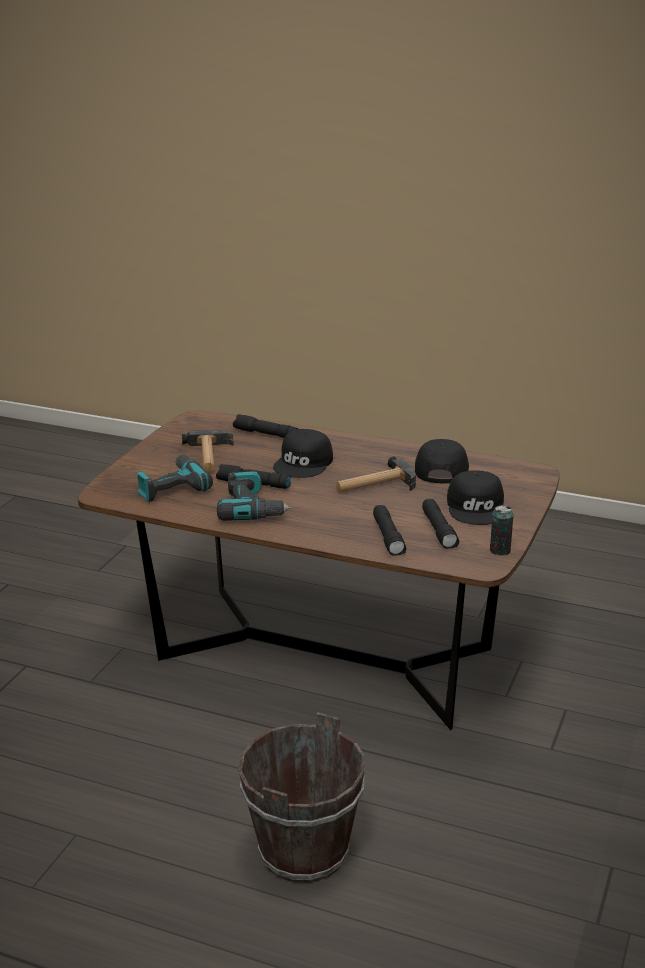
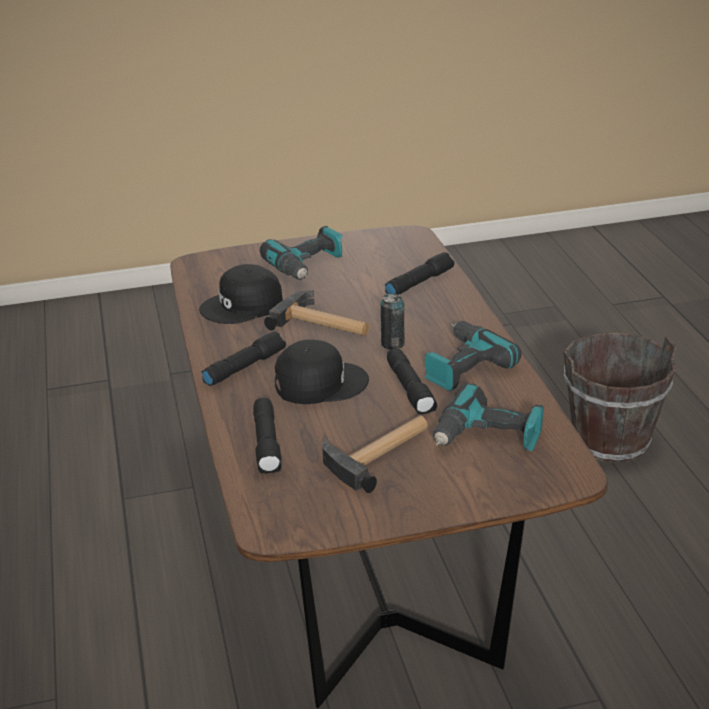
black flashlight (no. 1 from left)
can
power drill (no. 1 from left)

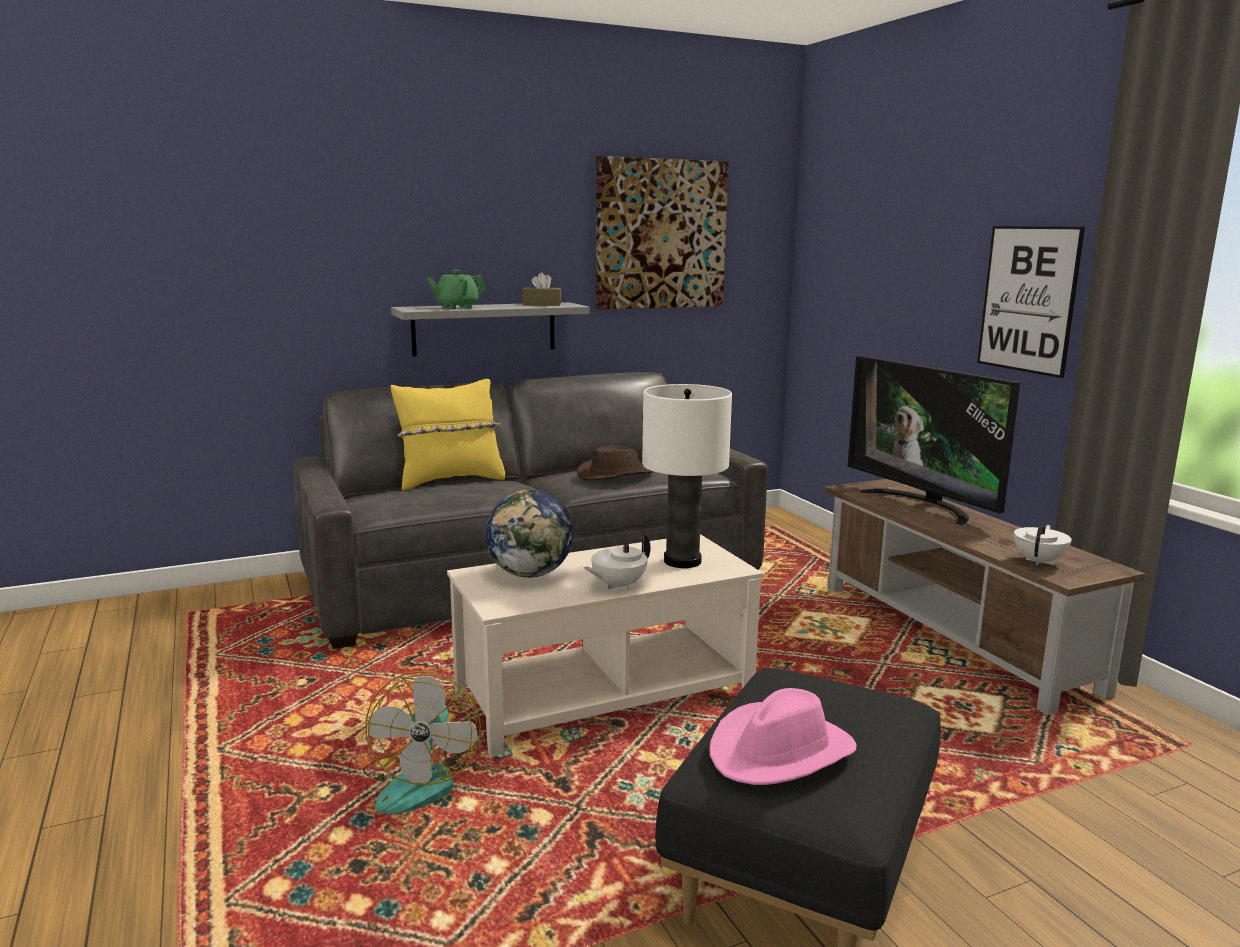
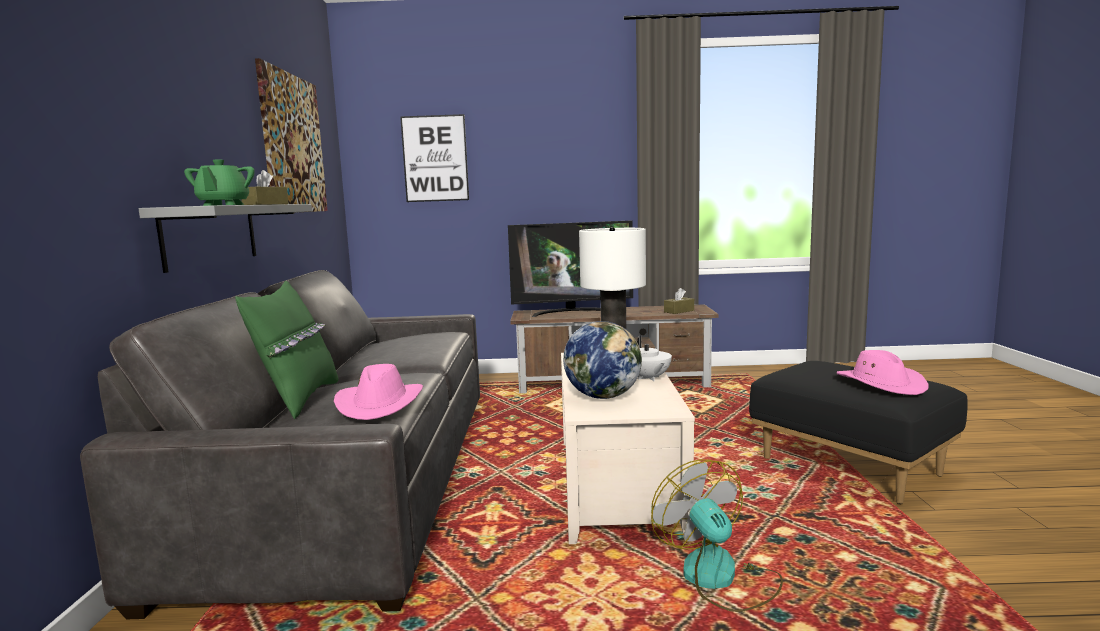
brown hat
pink hat (no. 1 from left)
picture (no. 2 from left)
brown tissue box (no. 2 from left)
green pillow
fan

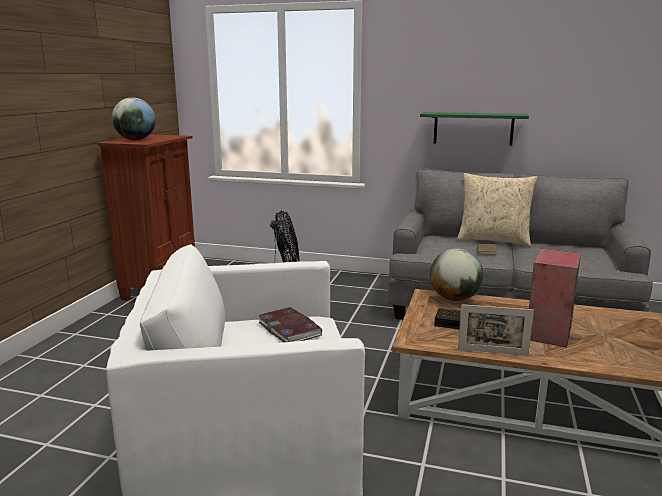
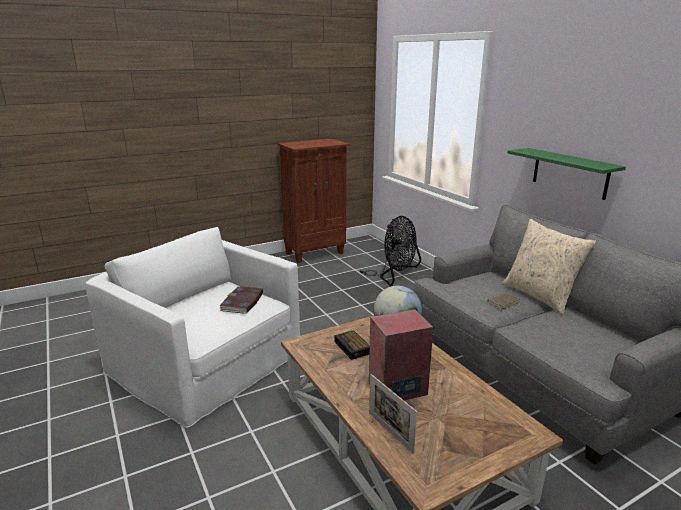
globe (no. 1 from left in the first image)
picture frame

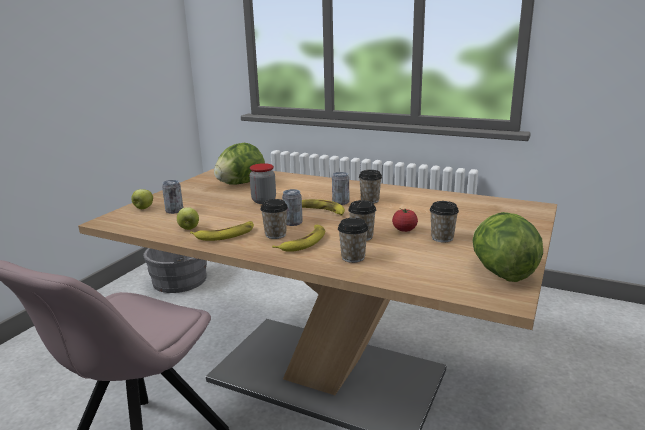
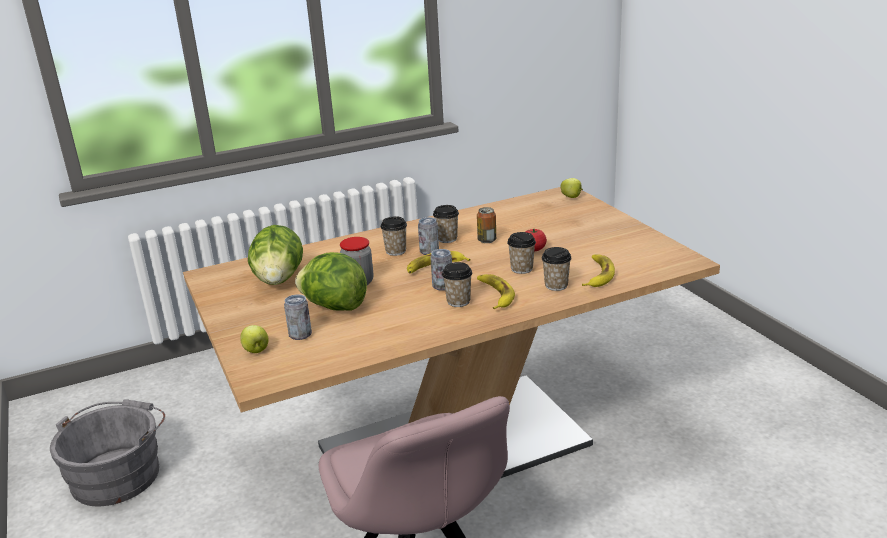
can (no. 4 from left)
apple (no. 2 from left)
banana (no. 3 from left)
cup (no. 1 from left)
lettuce (no. 2 from left)

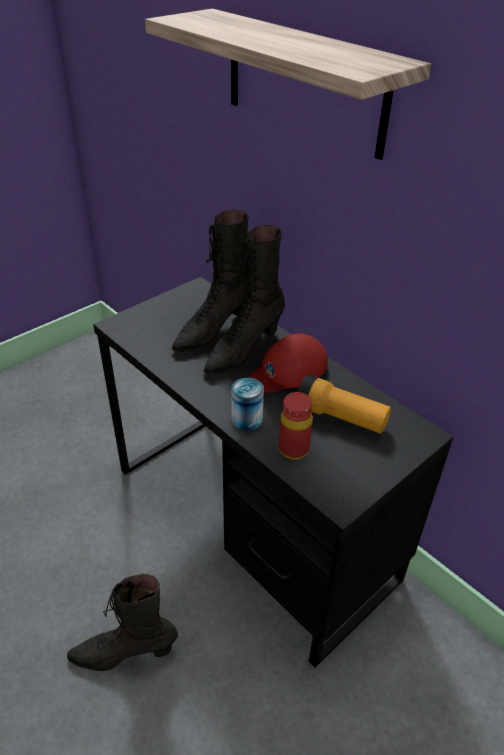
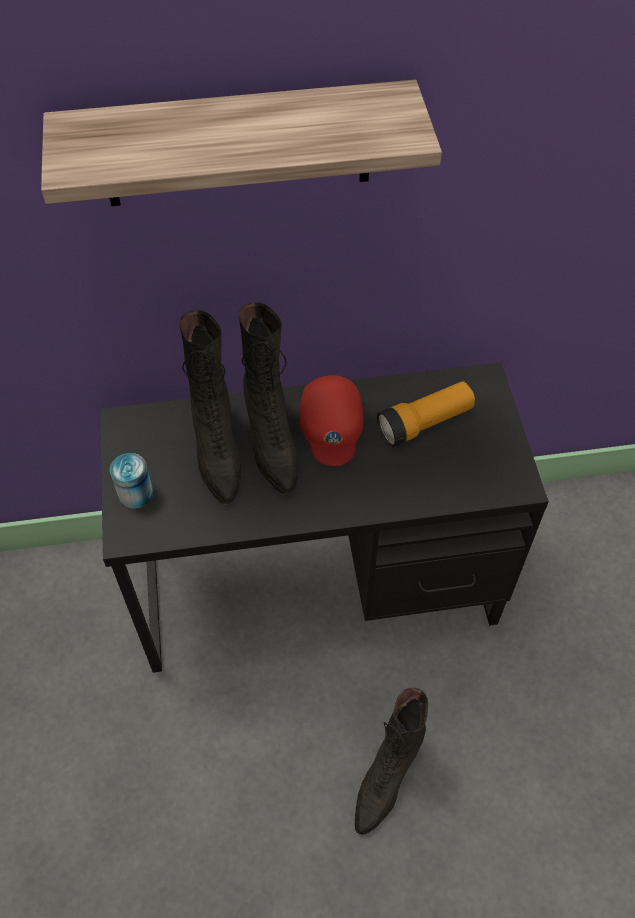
red bottle
can

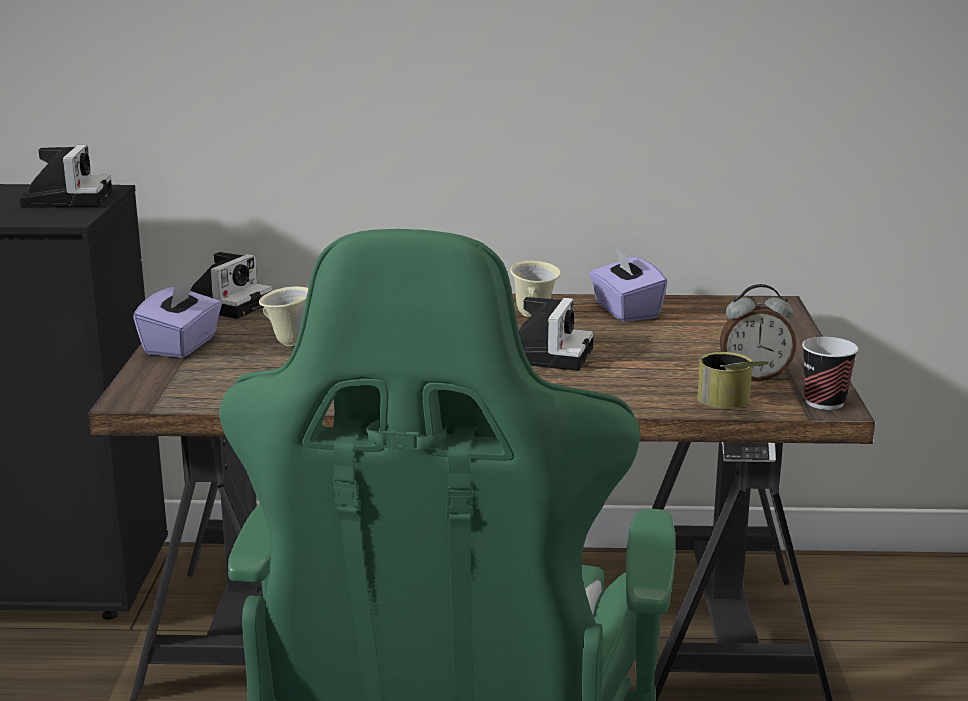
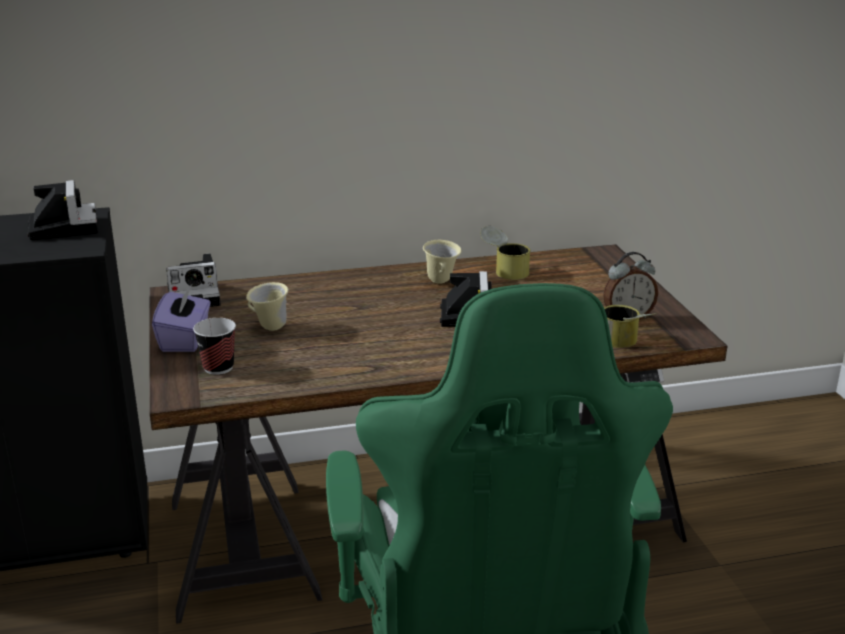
cup
can (no. 1 from left)
photo camera (no. 2 from left)

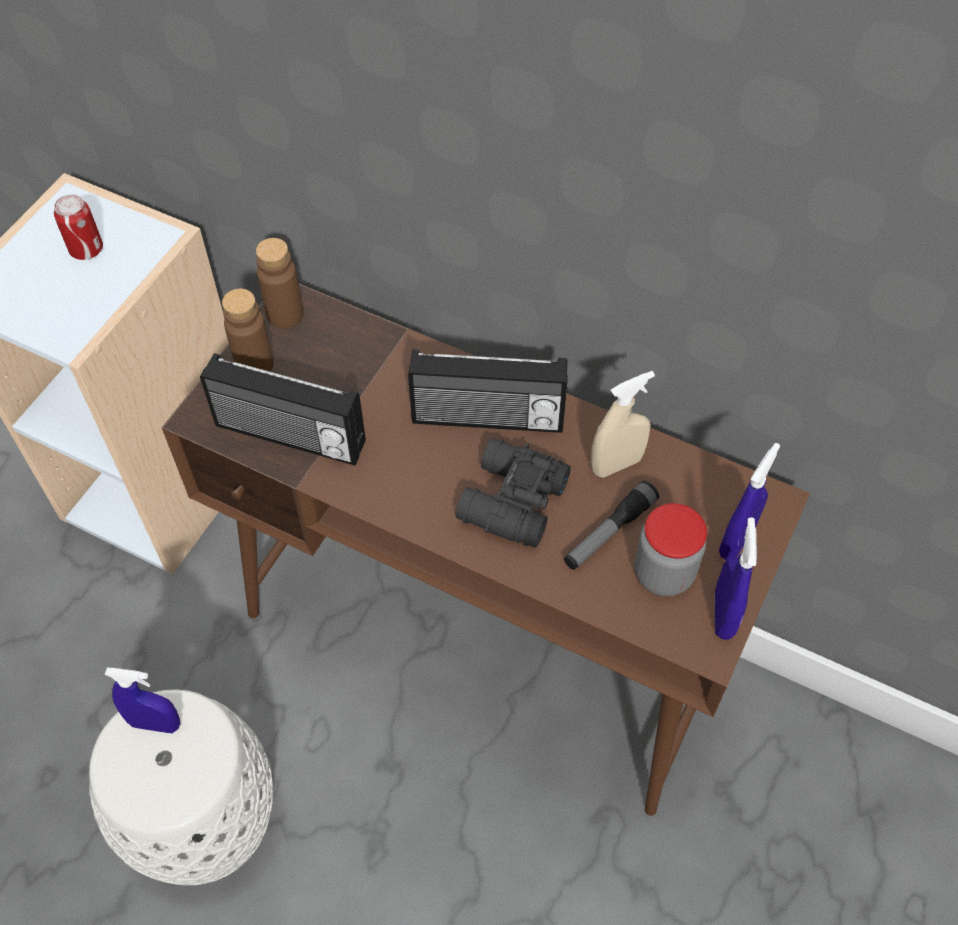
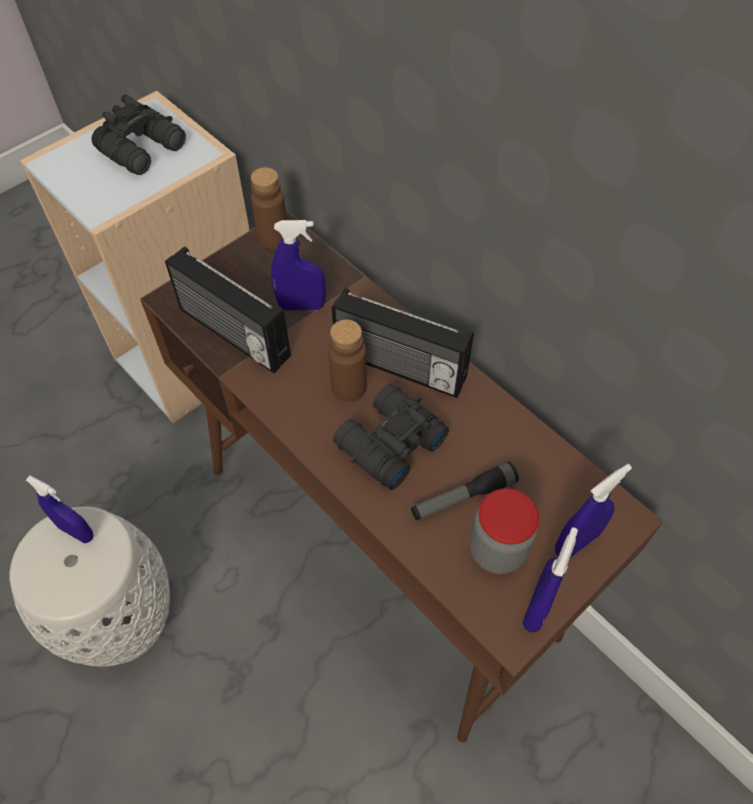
beige spray bottle
blue spray bottle (no. 2 from left)
brown bottle (no. 2 from left)
black binoculars (no. 1 from left)

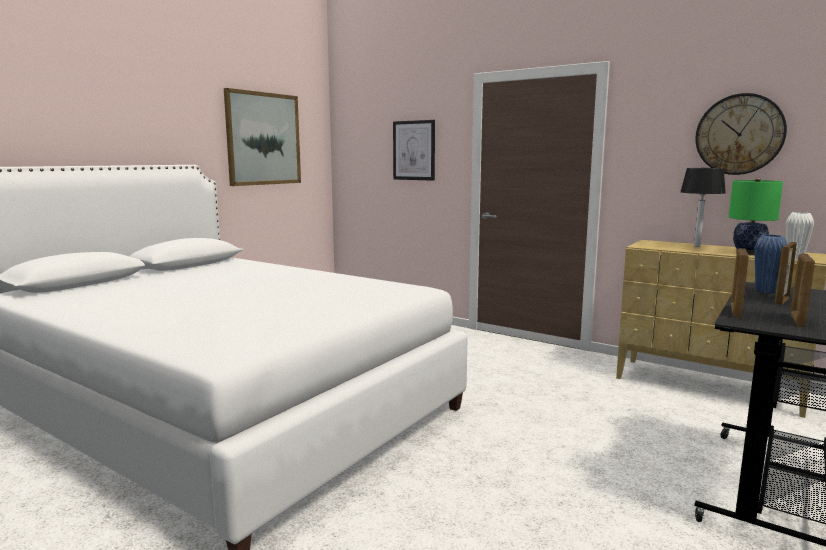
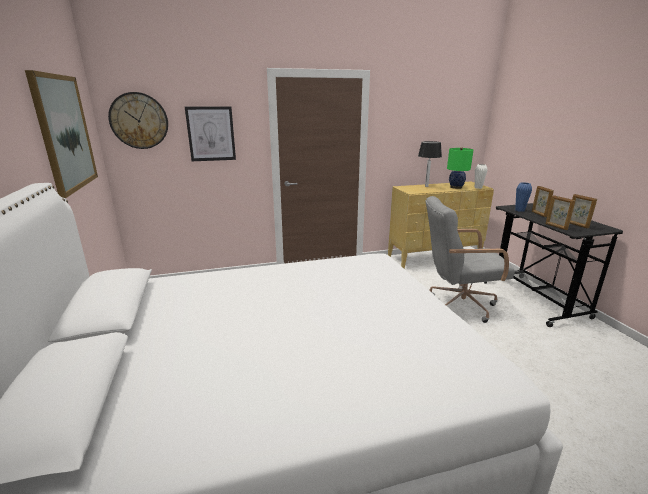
grey office chair
wall clock

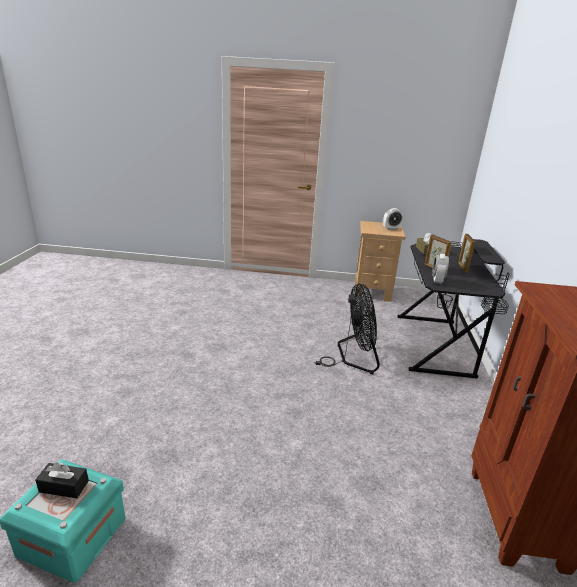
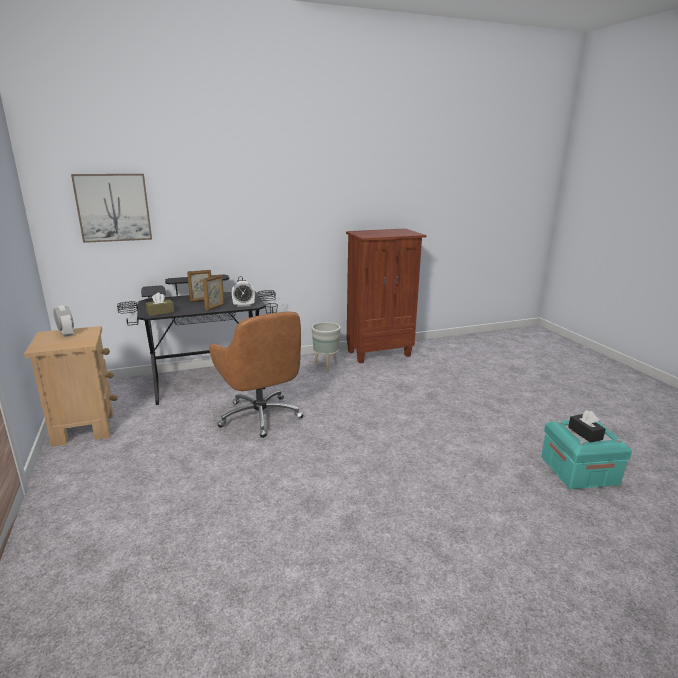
picture
grey planter
brown office chair

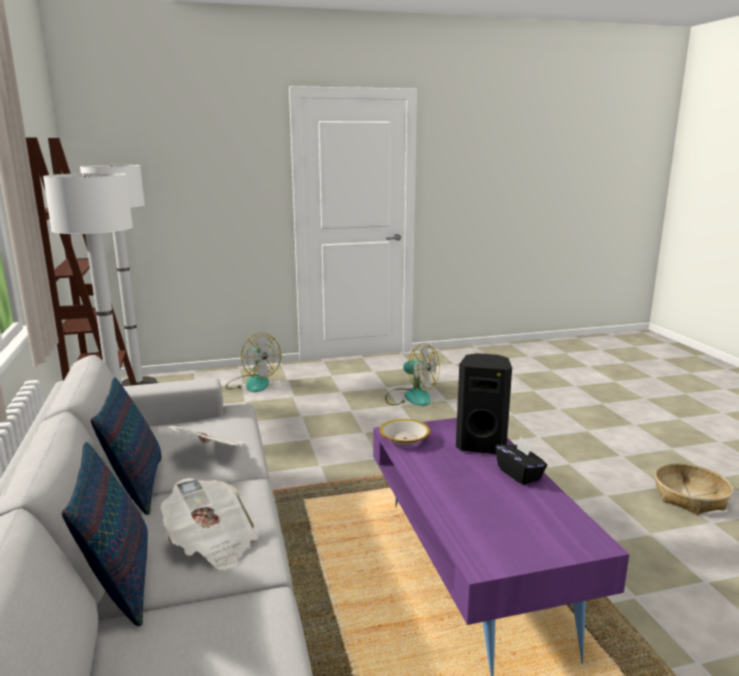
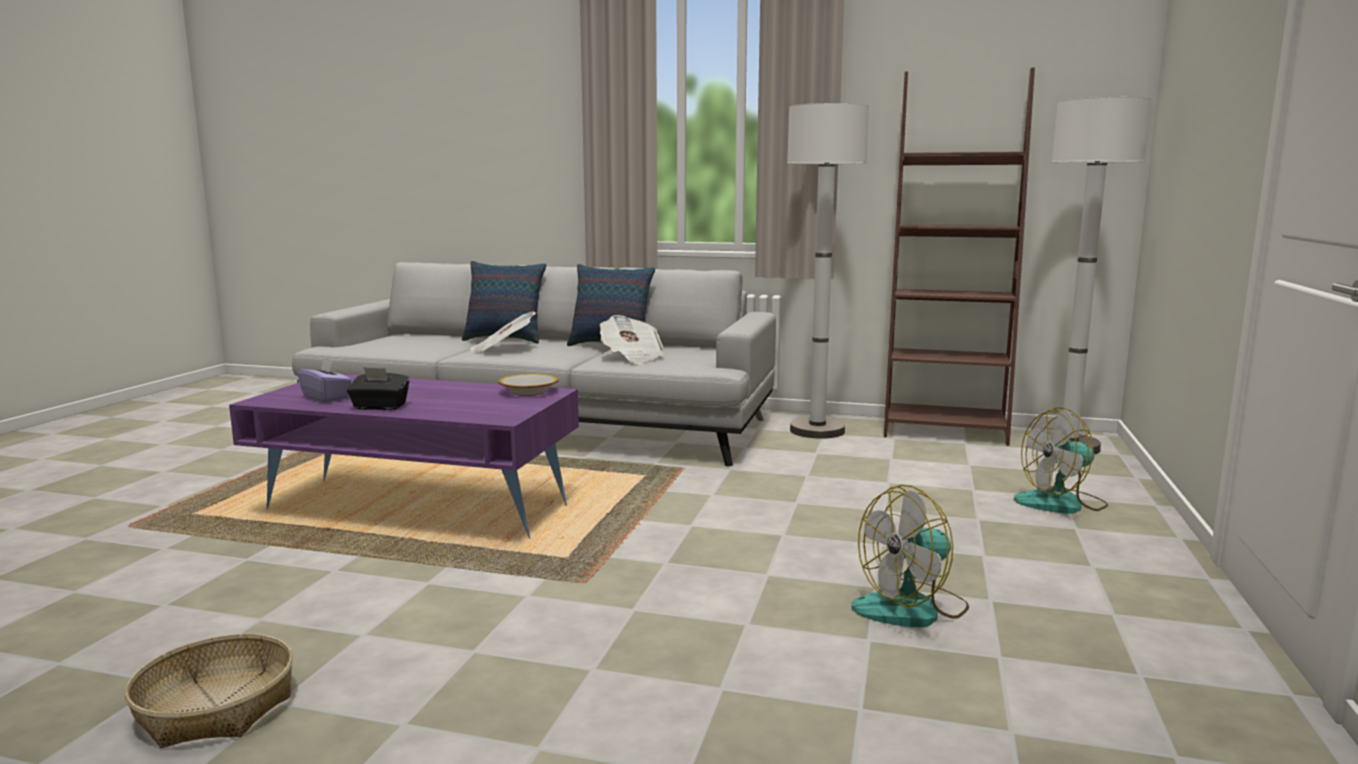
black speaker
purple tissue box

